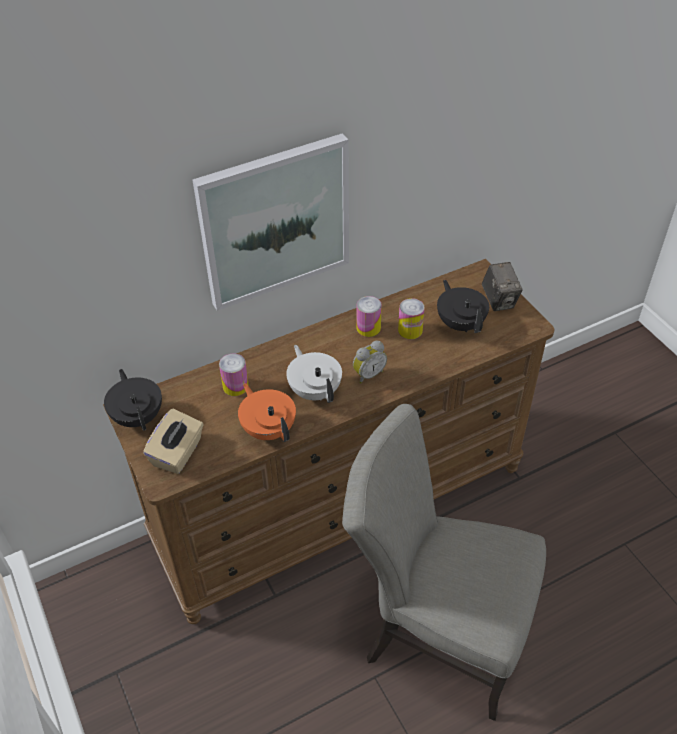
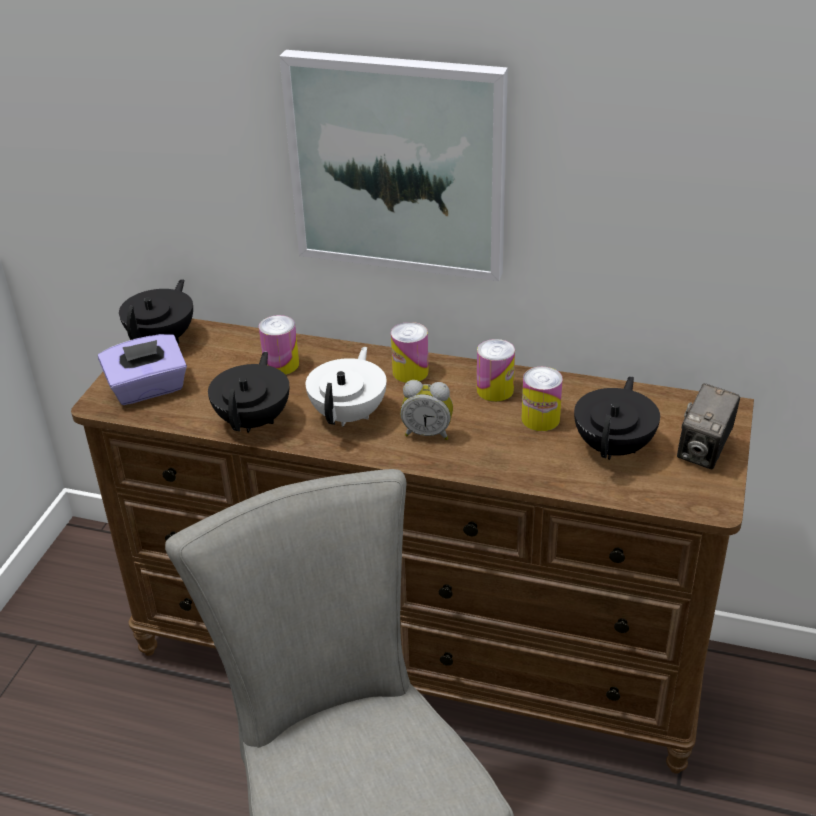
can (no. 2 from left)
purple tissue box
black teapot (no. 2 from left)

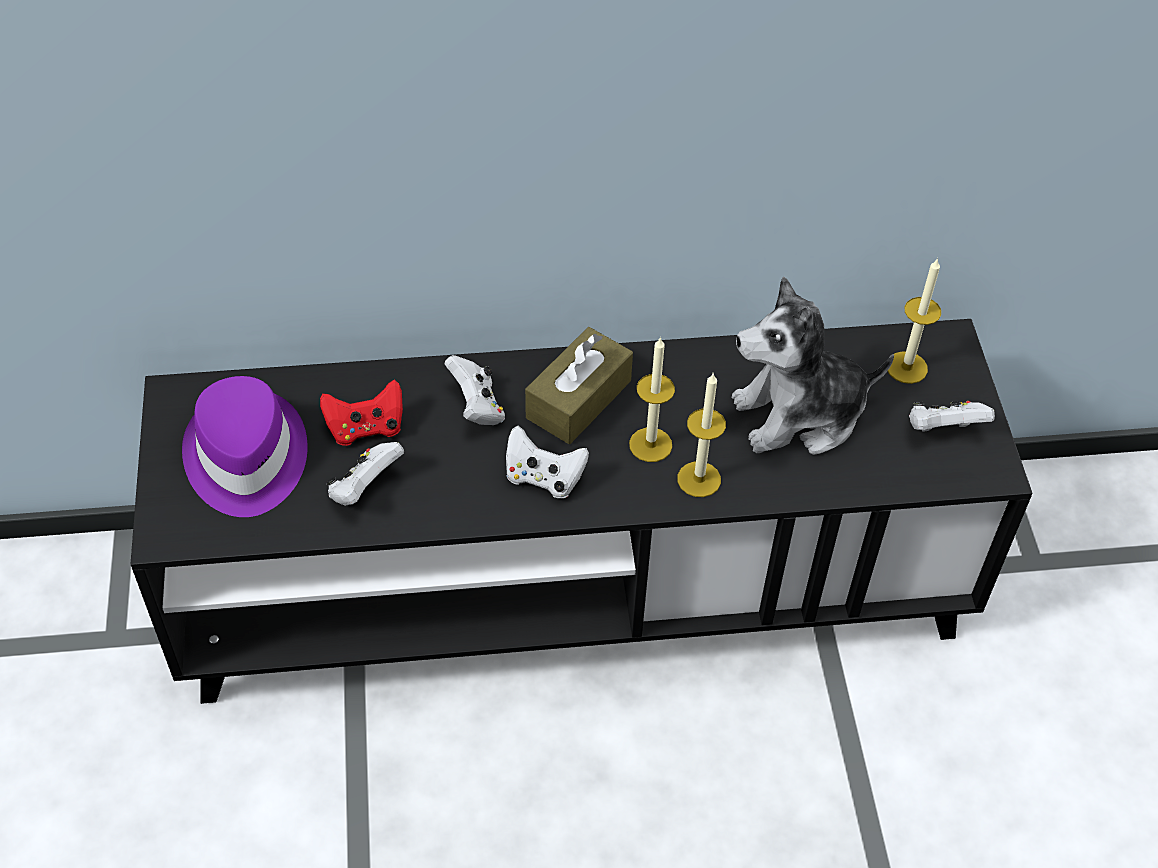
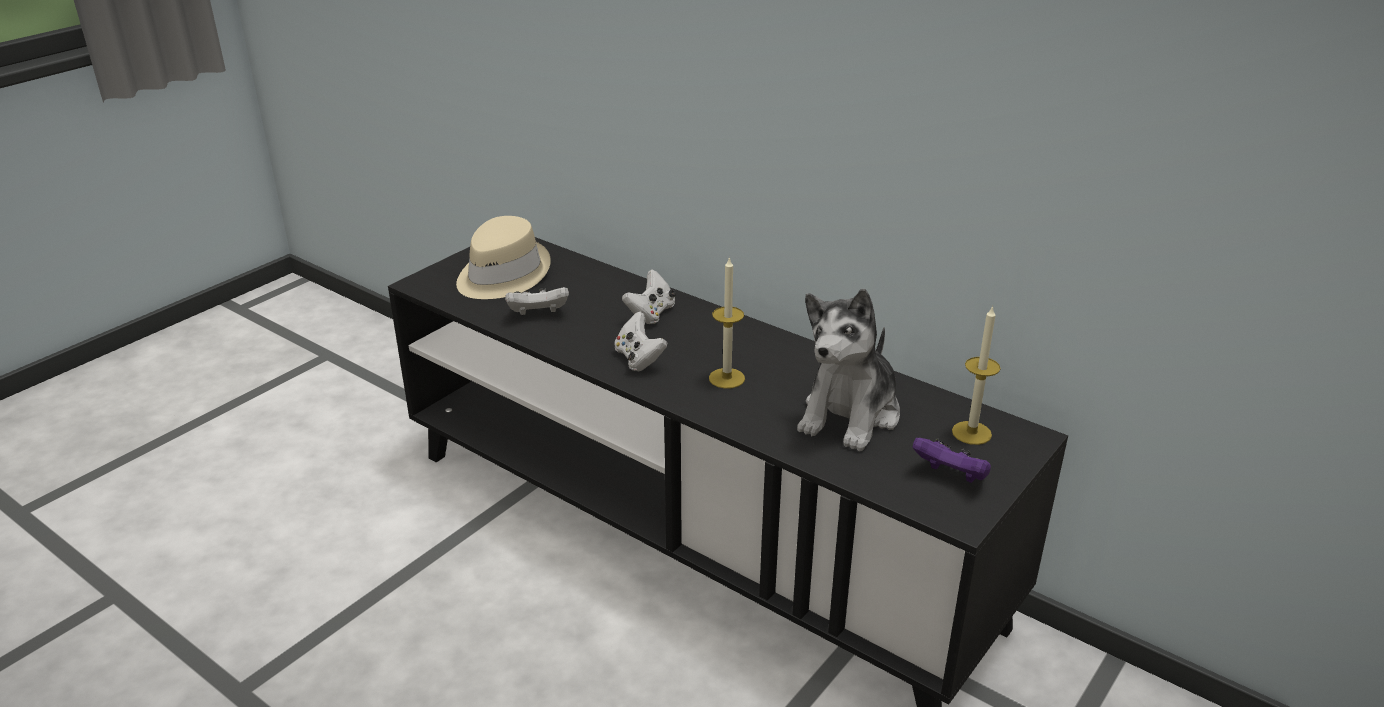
red game controller
brown tissue box
candle (no. 2 from left in the first image)
beige hat
purple game controller
plush toy

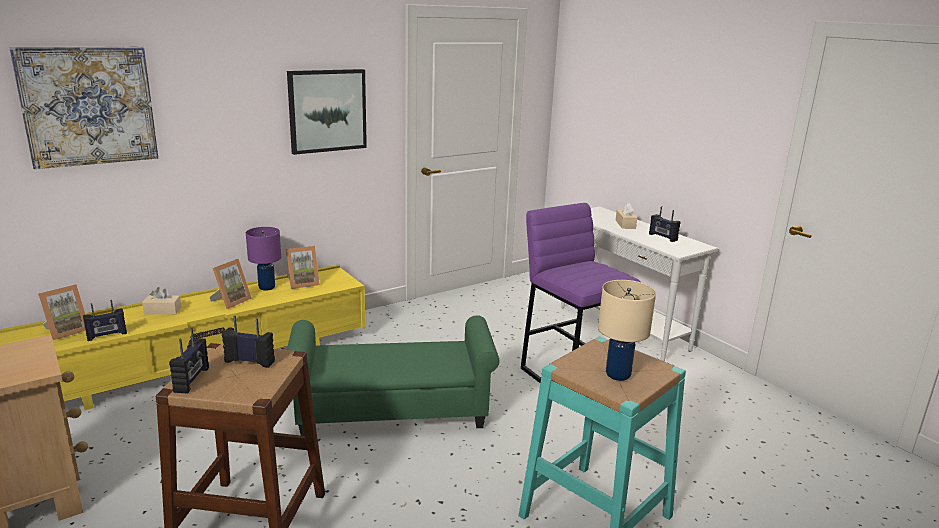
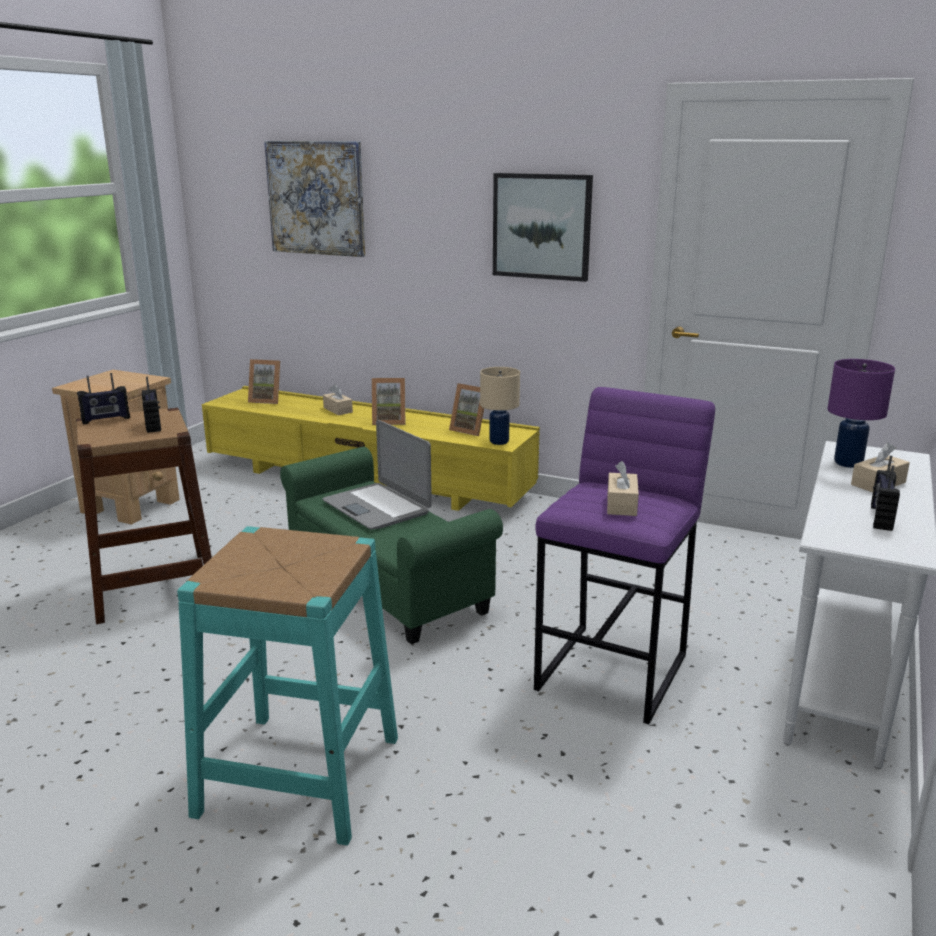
radio (no. 1 from left in the first image)
laptop
beige tissue box (no. 2 from left)
purple table lamp
beige table lamp

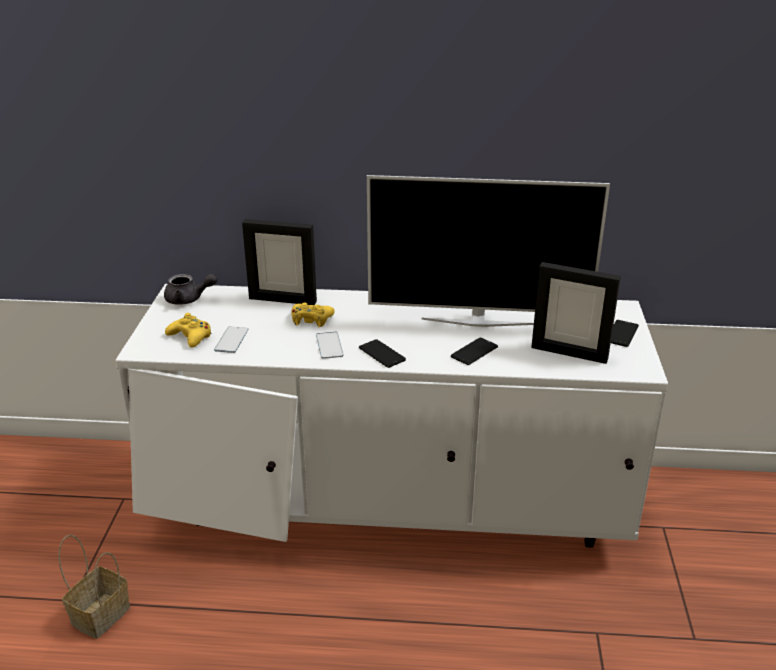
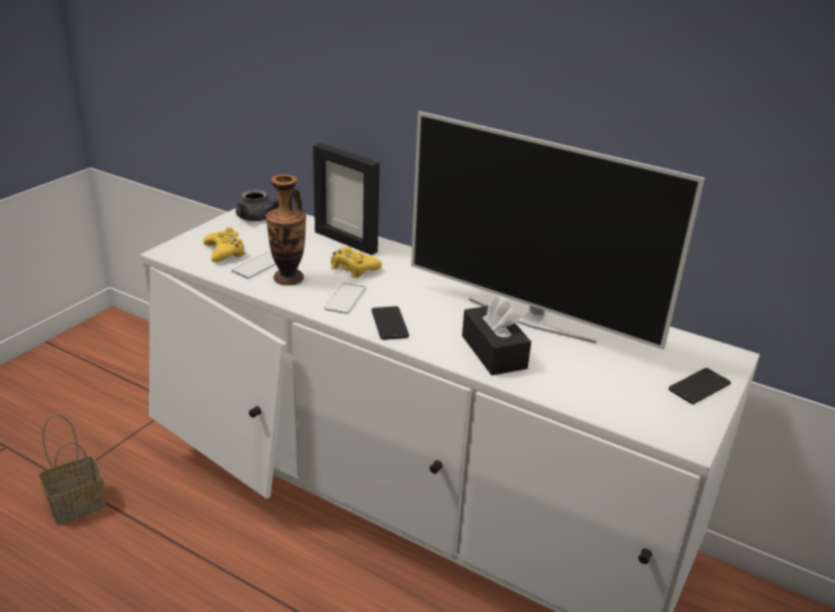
picture frame (no. 2 from left in the first image)
vase
black tissue box

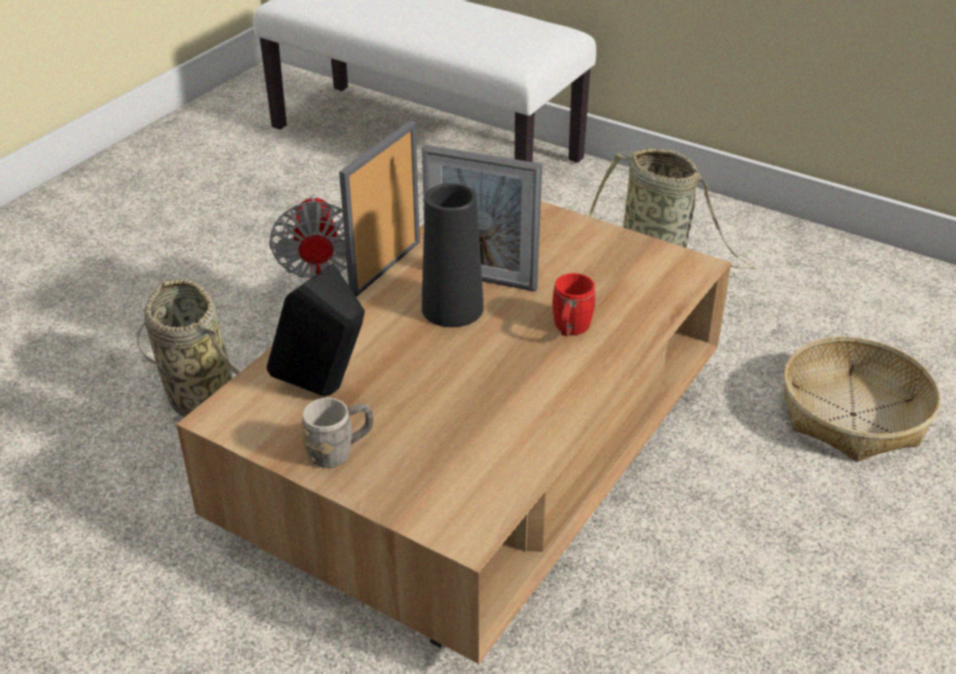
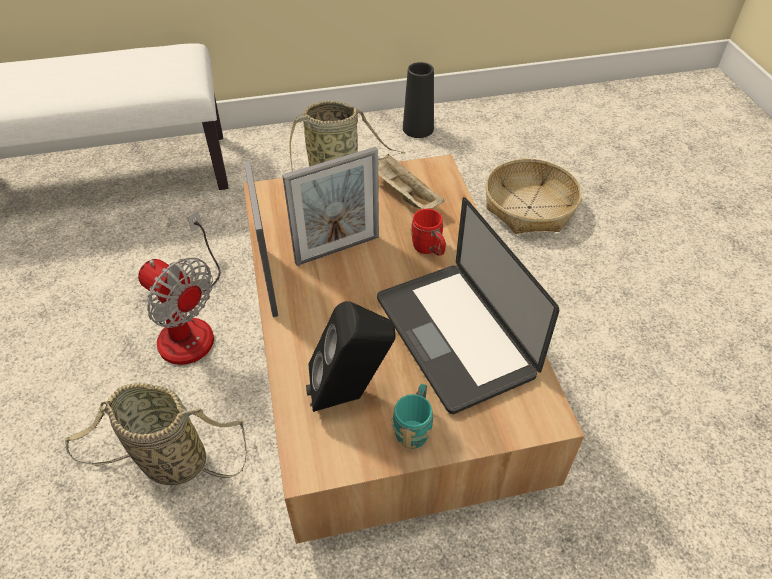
laptop
beige tray
black vase
turquoise mug

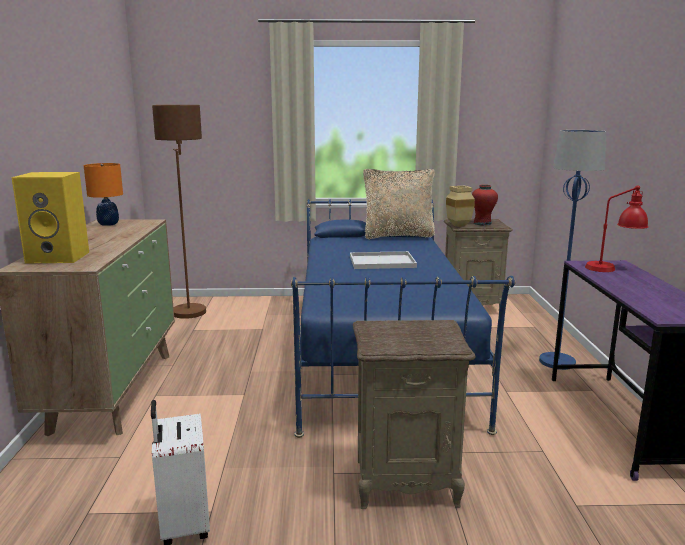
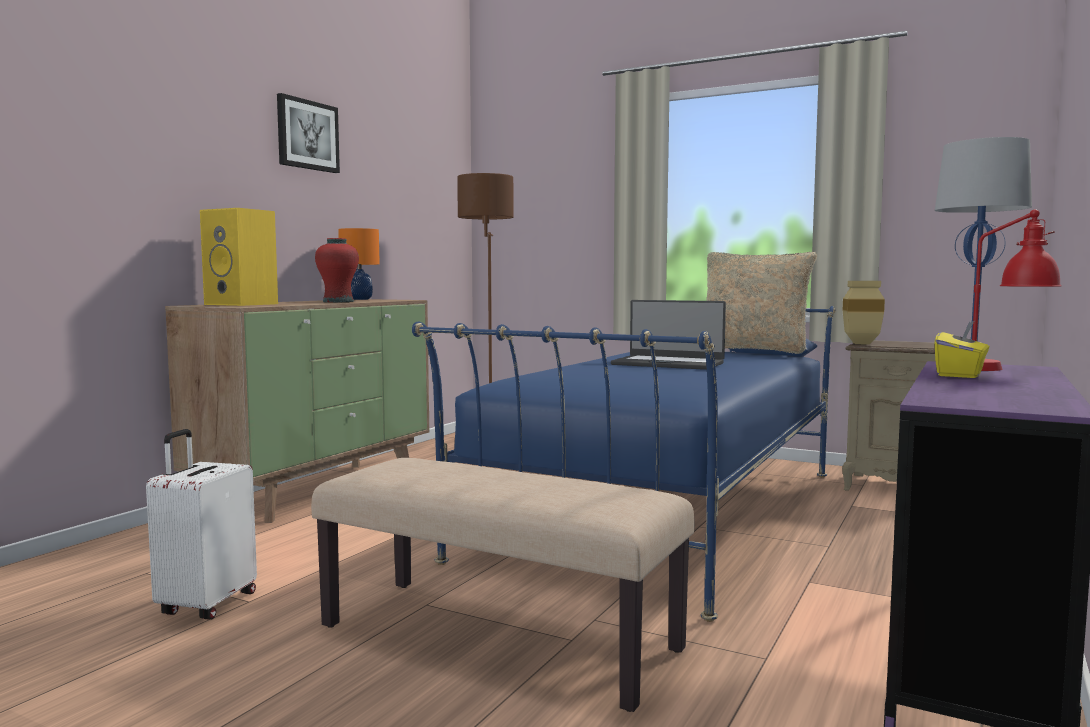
picture
yellow tissue box
red vase
laptop
beige bench

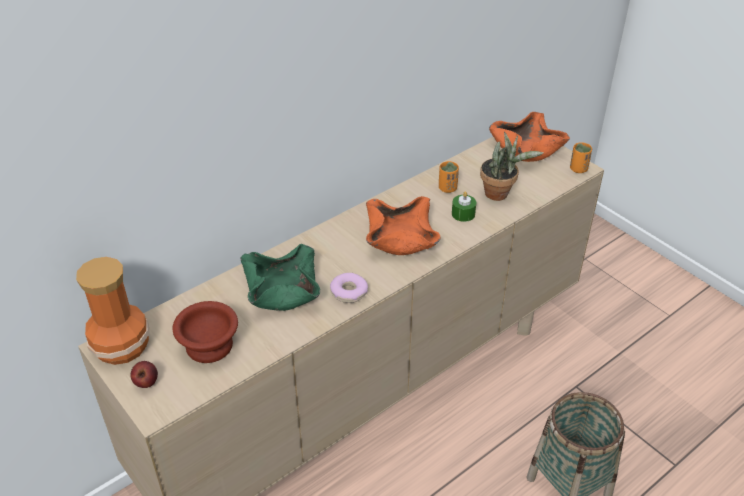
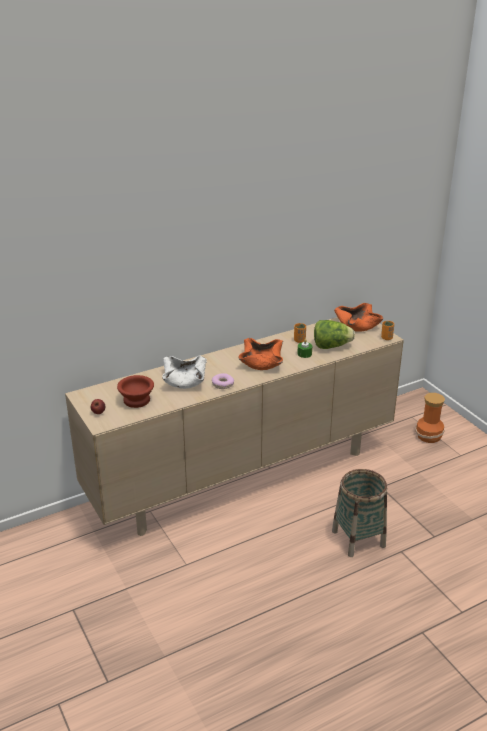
vase
lettuce
white bowl

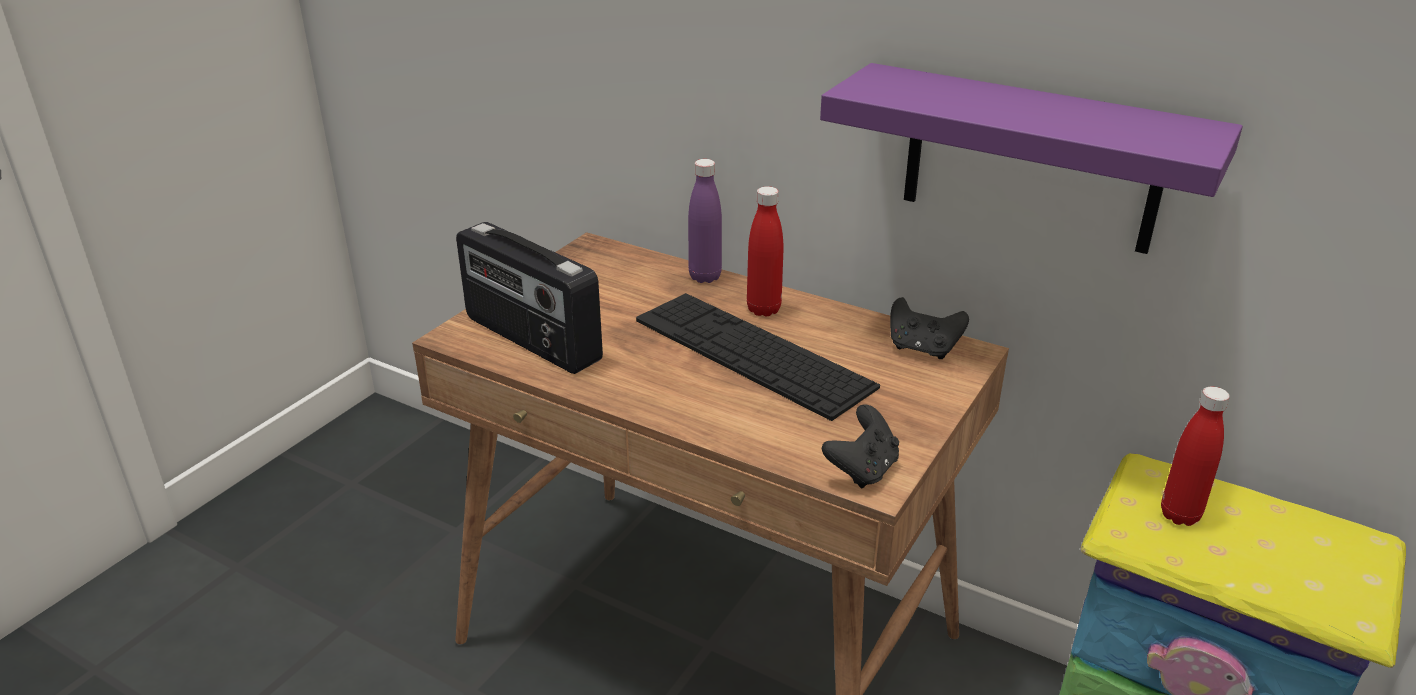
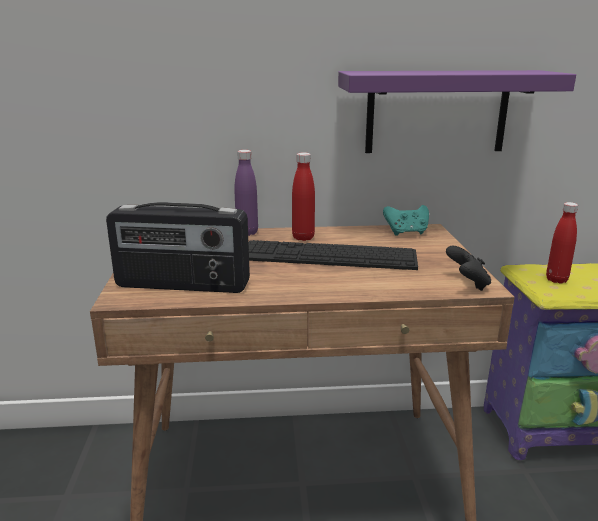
turquoise game controller

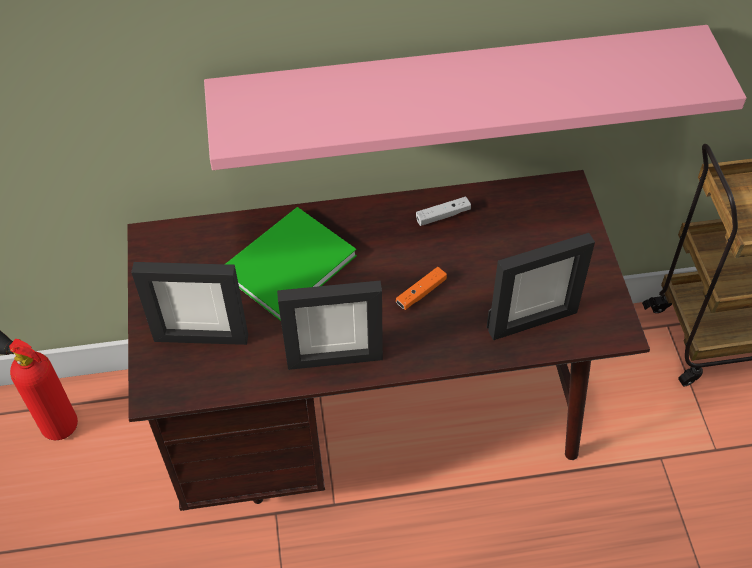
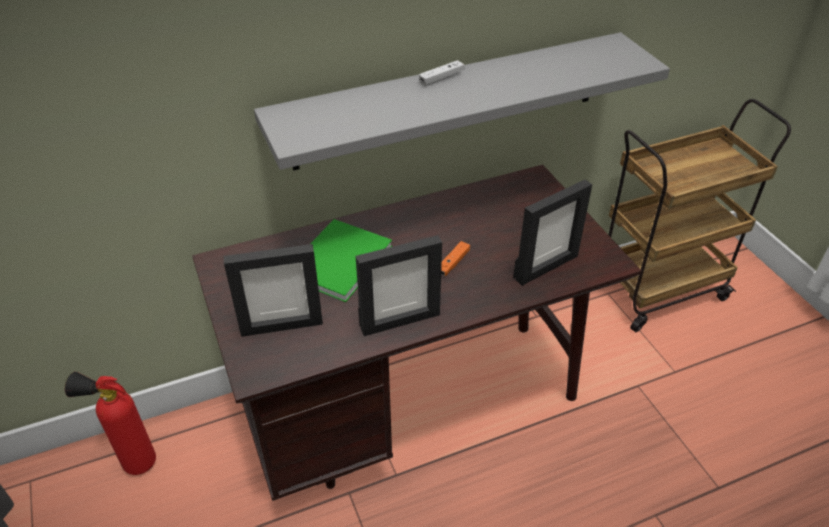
white game controller
grey shelf

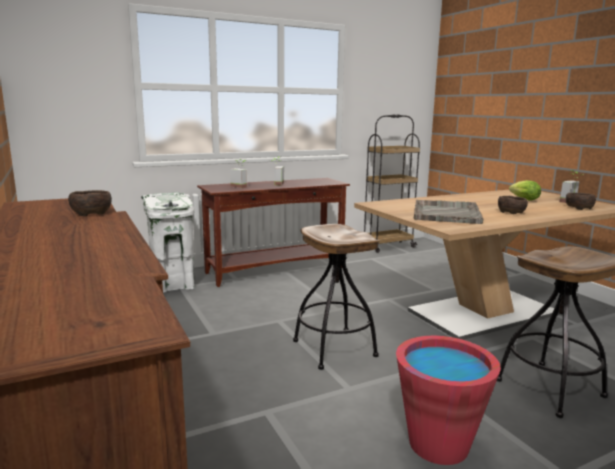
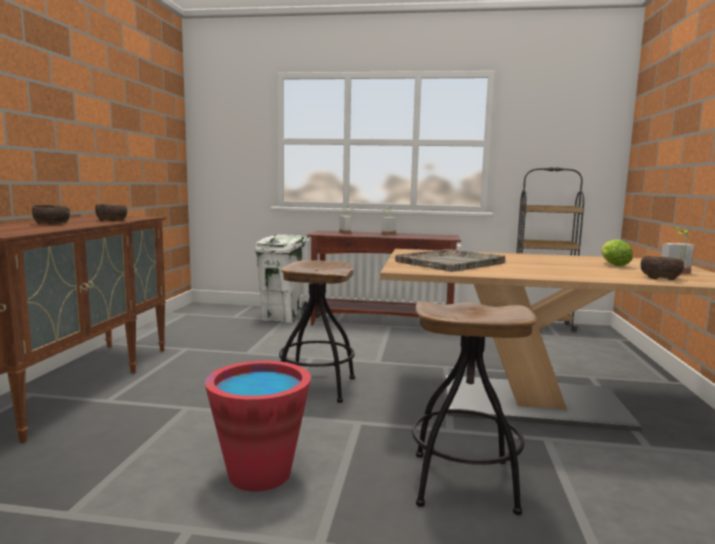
brown bowl (no. 1 from left)

